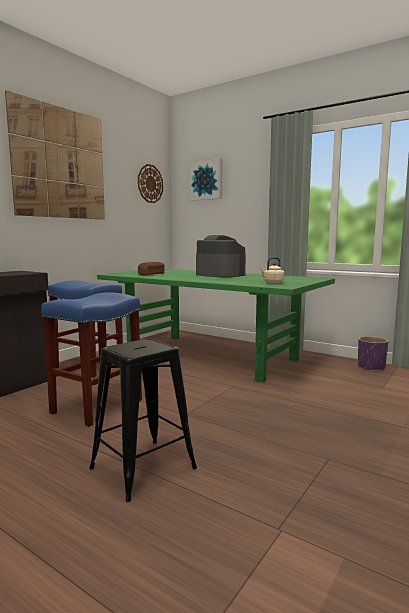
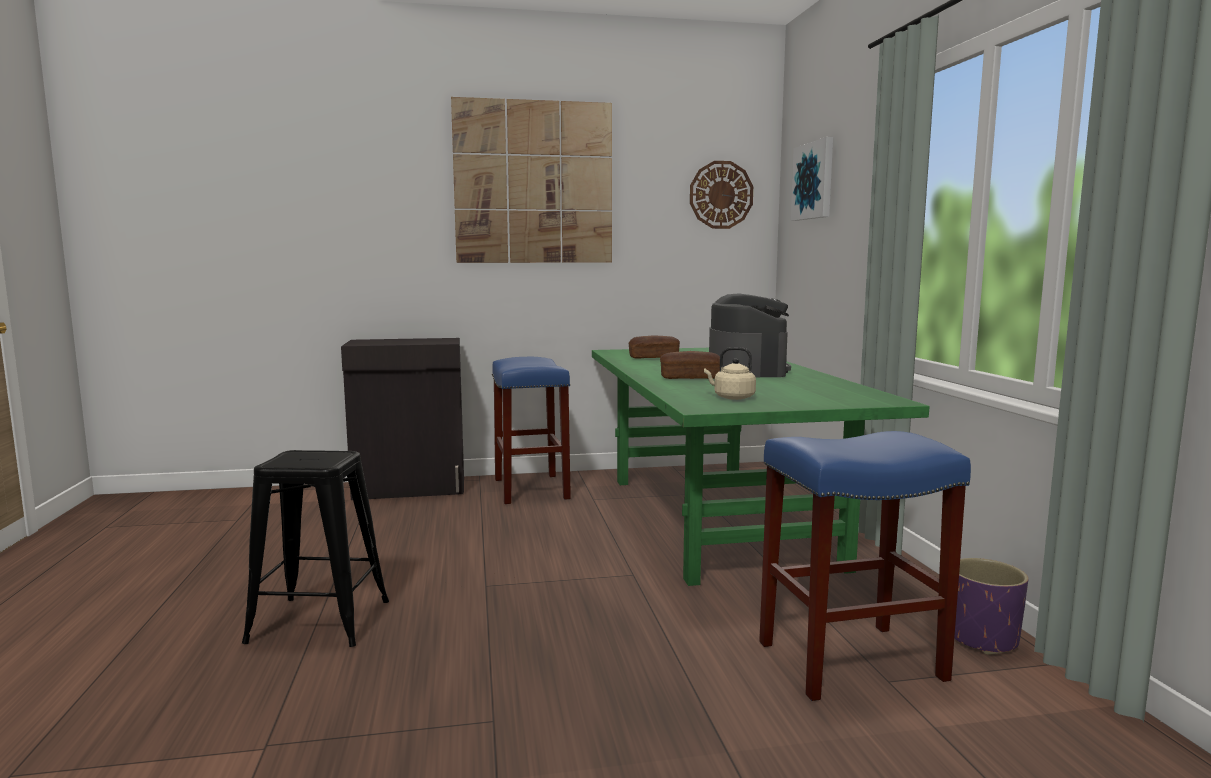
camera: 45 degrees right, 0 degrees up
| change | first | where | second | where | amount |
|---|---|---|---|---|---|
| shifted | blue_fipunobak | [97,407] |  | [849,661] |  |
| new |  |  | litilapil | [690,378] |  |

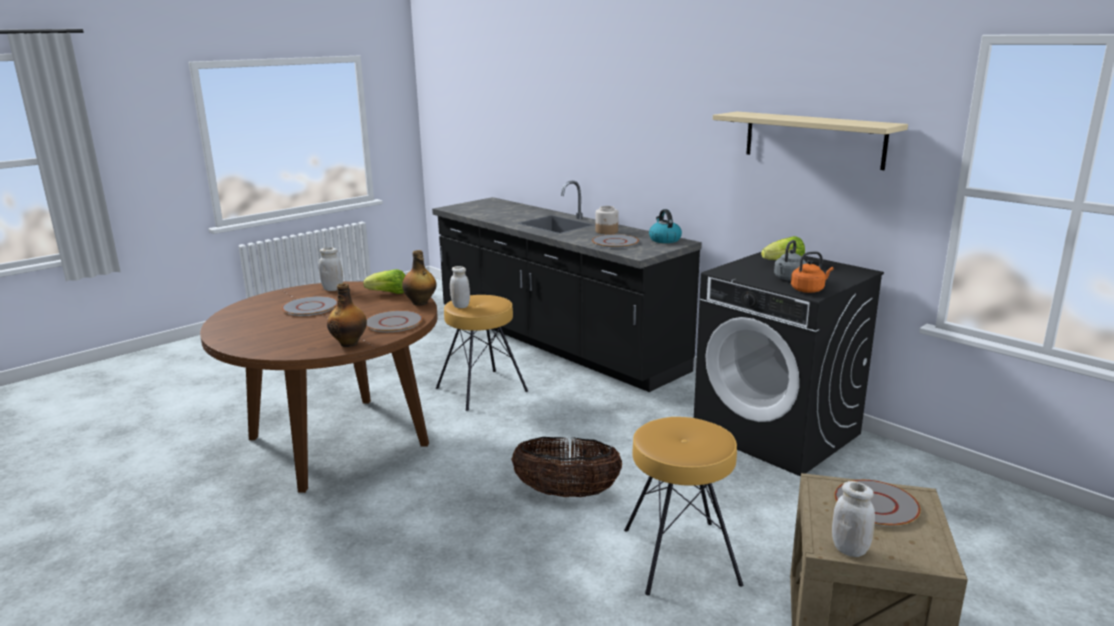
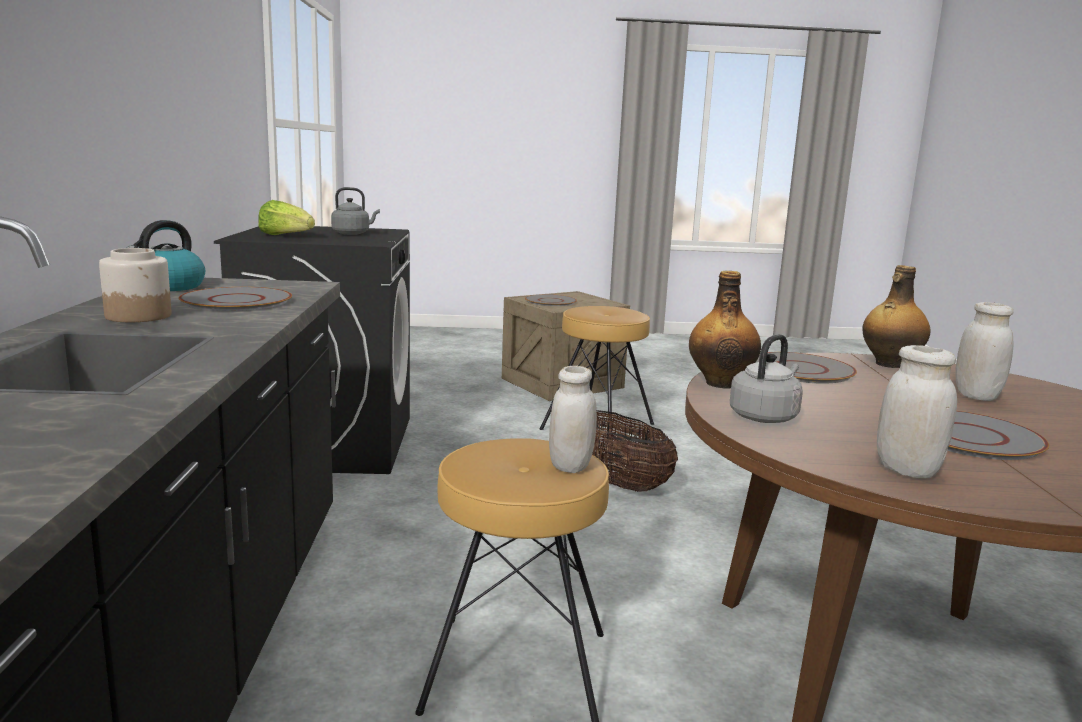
camera: 140 degrees left, 5 degrees down
| change | first | where | second | where | amount |
|---|---|---|---|---|---|
| swapped | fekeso | [389,293] | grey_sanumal | [765,416] |  |
| gone | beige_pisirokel | [813,139] |  |  |  |
| gone | orange_sanumal | [809,290] |  |  |  |
| shifted | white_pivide | [849,549] |  | [976,396] |  |

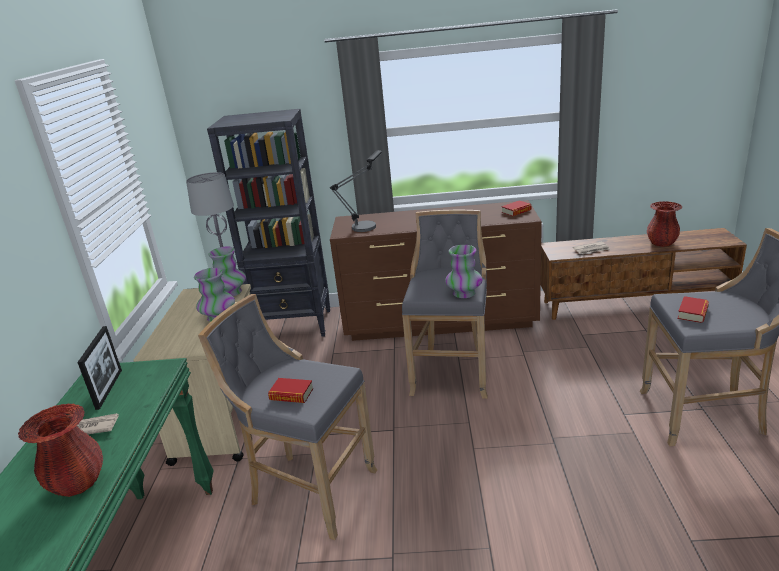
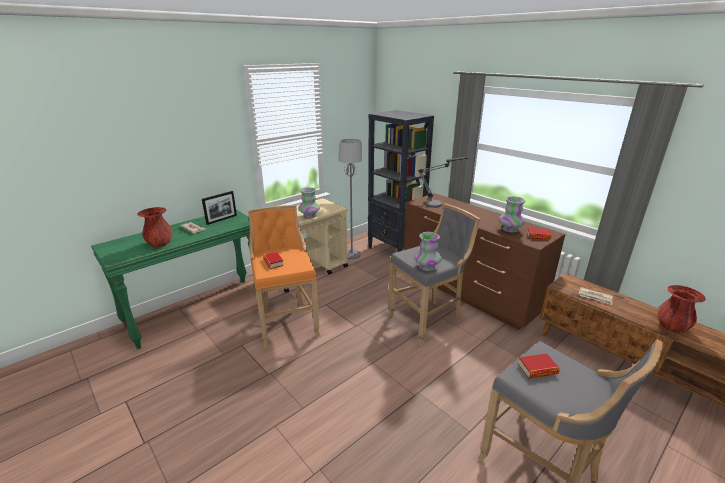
camera: 45 degrees right, 0 degrees up
| change | first | where | second | where | amount |
|---|---|---|---|---|---|
| repainted | grey_fipunobak | [309,489] | orange_fipunobak | [287,323] |  |
| shifted | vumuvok | [231,292] |  | [510,229] |  |

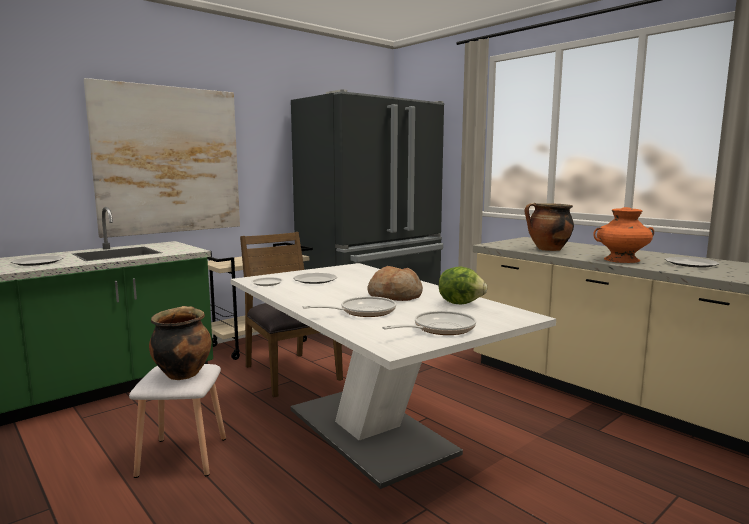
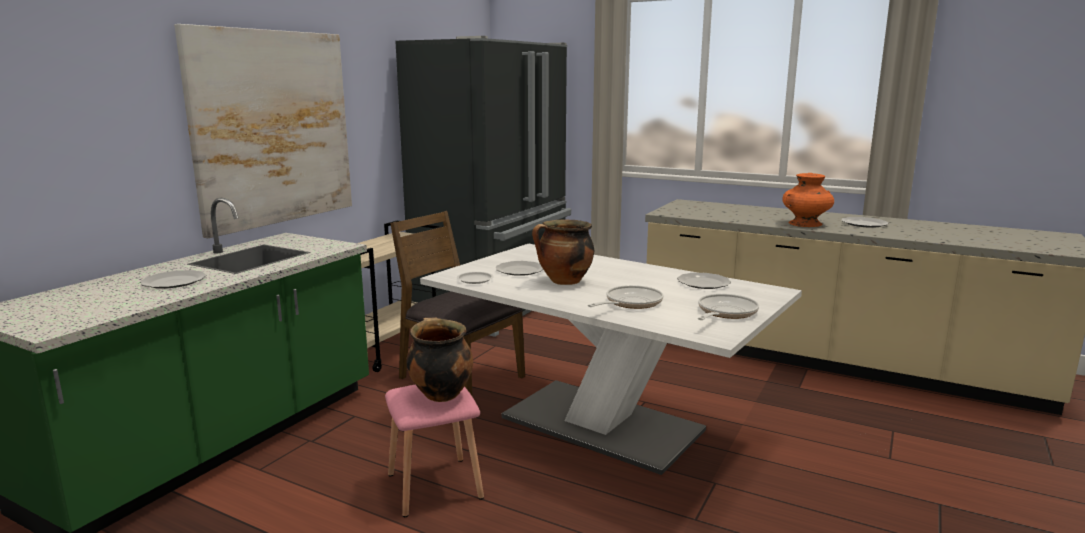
camera: 20 degrees left, 5 degrees up
| change | first | where | second | where | amount |
|---|---|---|---|---|---|
| repainted | white_fipunobak | [184,456] | pink_fipunobak | [436,485] |  |
| gone | litilapil | [395,296] |  |  |  |
| swapped | fekeso | [460,303] | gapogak | [702,283] |  |
| shifted | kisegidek | [548,249] |  | [564,282] |  |

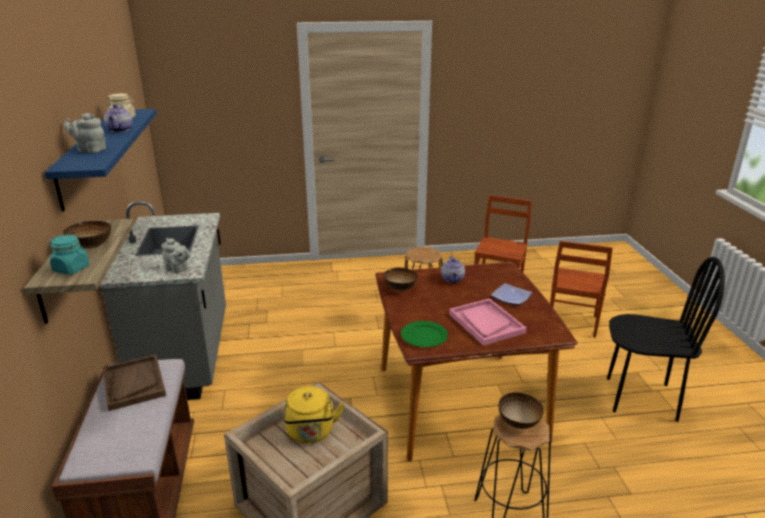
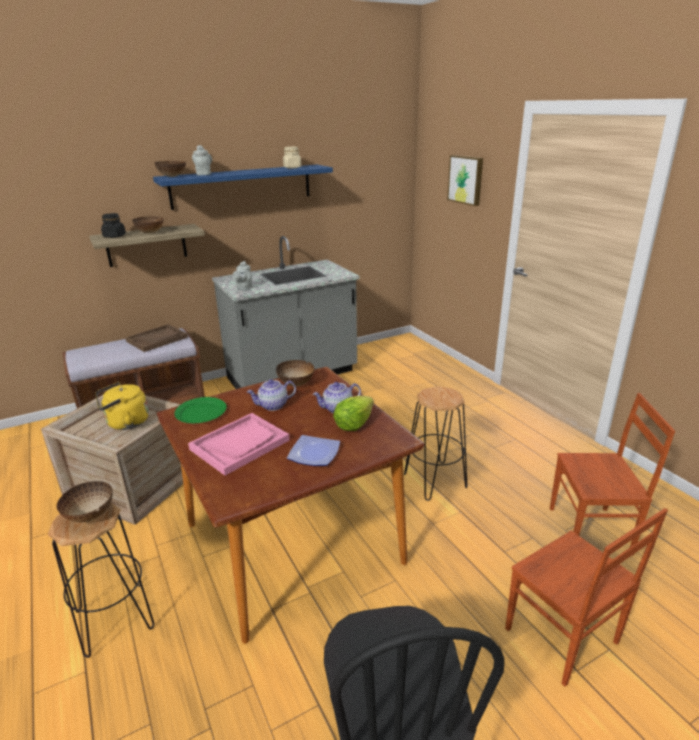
camera: 70 degrees right, 0 degrees up
| change | first | where | second | where | amount |
|---|---|---|---|---|---|
| repainted | turquoise_pivide | [72,269] | black_pivide | [114,236] |  |
| shifted | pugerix | [120,130] |  | [273,406] |  |
| rotated | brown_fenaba | [571,323] |  | [561,638] | 120 degrees counterclockwise |
| new |  |  | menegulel | [172,176] |  |
| new |  |  | fekeso | [353,424] |  |
| new |  |  | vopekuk | [466,179] |  |

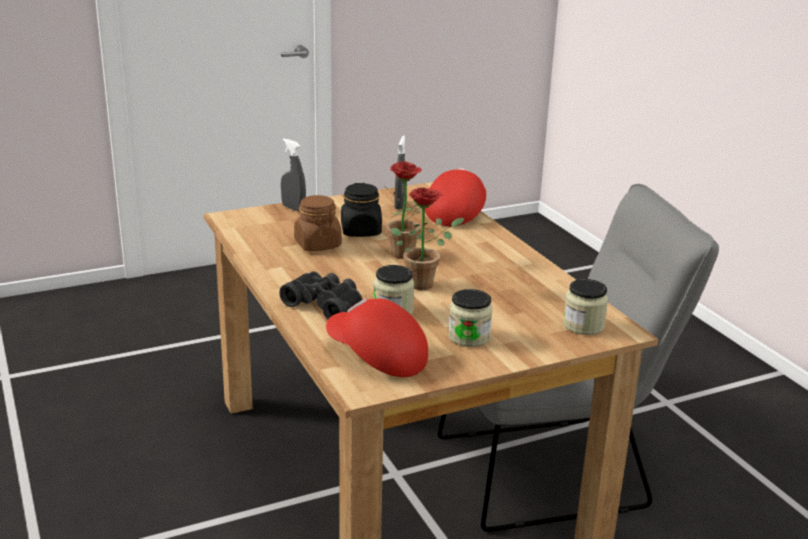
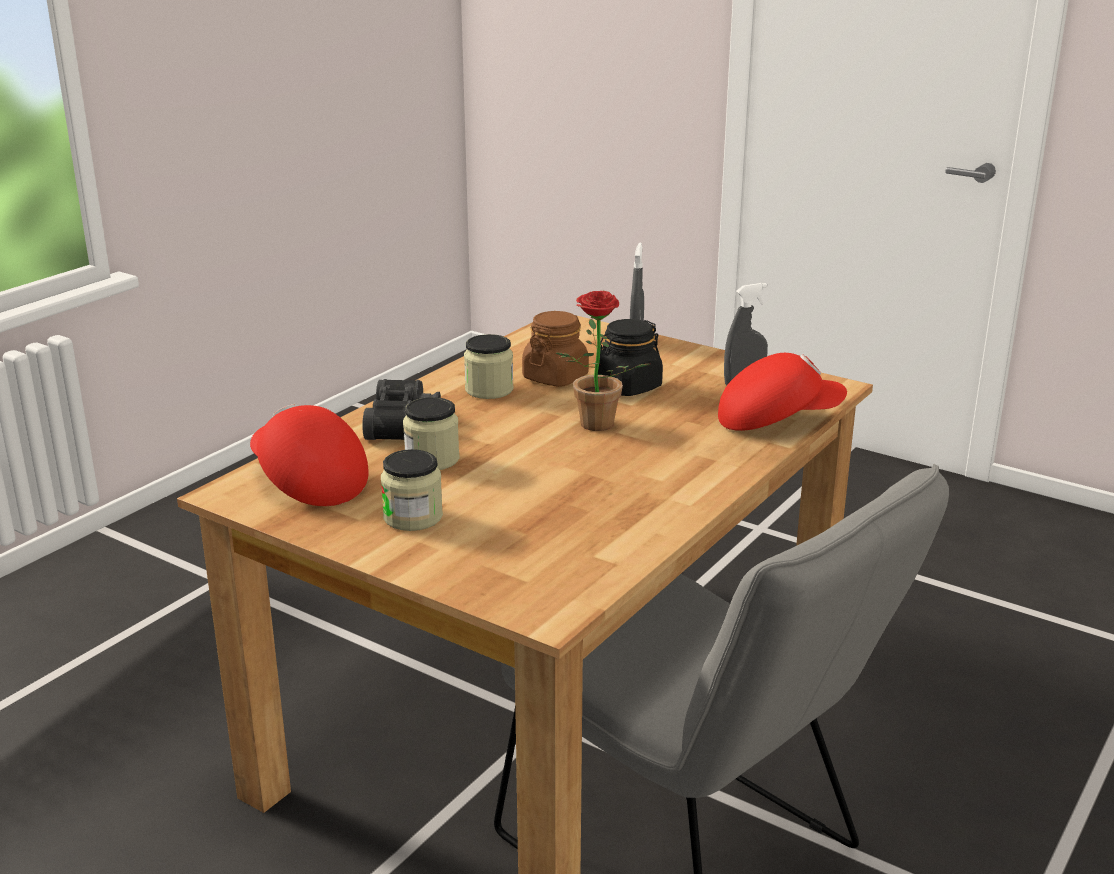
camera: 60 degrees right, 0 degrees up
| change | first | where | second | where | amount |
|---|---|---|---|---|---|
| rotated | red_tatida | [376,357] |  | [307,481] | 45 degrees counterclockwise |
| gone | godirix | [425,283] |  |  |  |
| shifted | pivide | [583,325] |  | [489,390] |  |

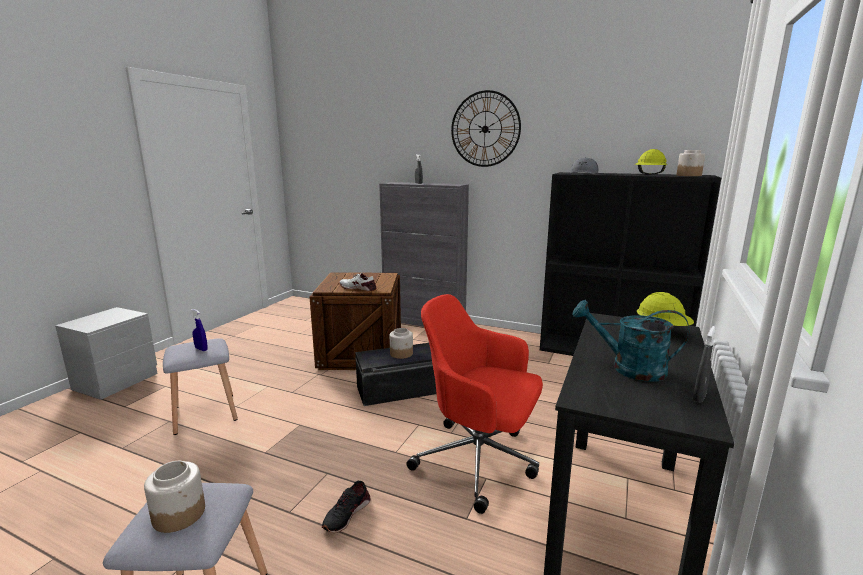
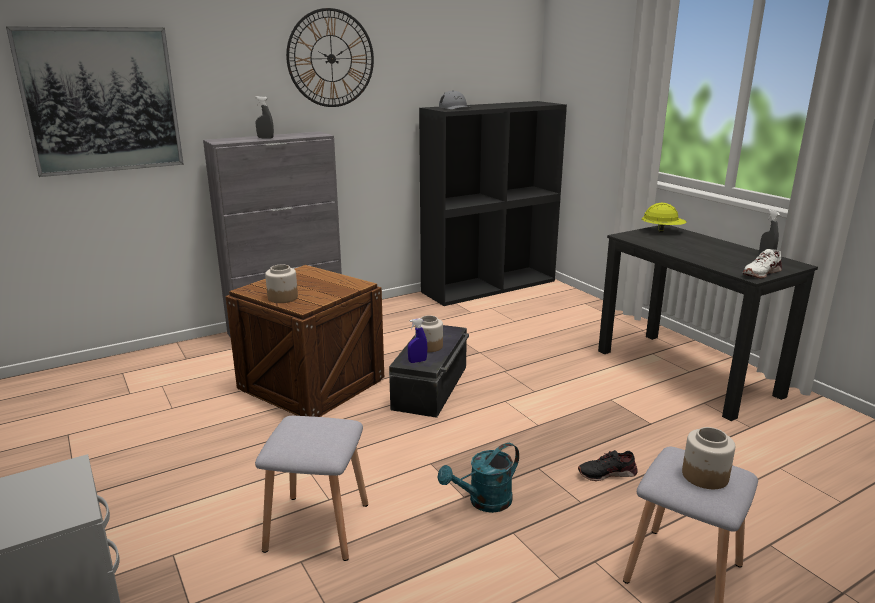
camera: 55 degrees left, 5 degrees up
| change | first | where | second | where | amount |
|---|---|---|---|---|---|
| shifted | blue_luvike | [201,349] |  | [417,361] |  |
| rotated | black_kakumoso | [346,514] |  | [607,473] | 105 degrees clockwise |
| shifted | white_kakumoso | [358,288] |  | [761,273] |  |
| gone | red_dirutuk | [479,461] |  |  |  |
| shifted | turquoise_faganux | [628,368] |  | [483,502] |  |
| gone | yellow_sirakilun | [649,174] |  |  |  |
| shifted | pivide | [689,175] |  | [283,298] |  |
| new |  |  | vopekuk | [101,101] |  |

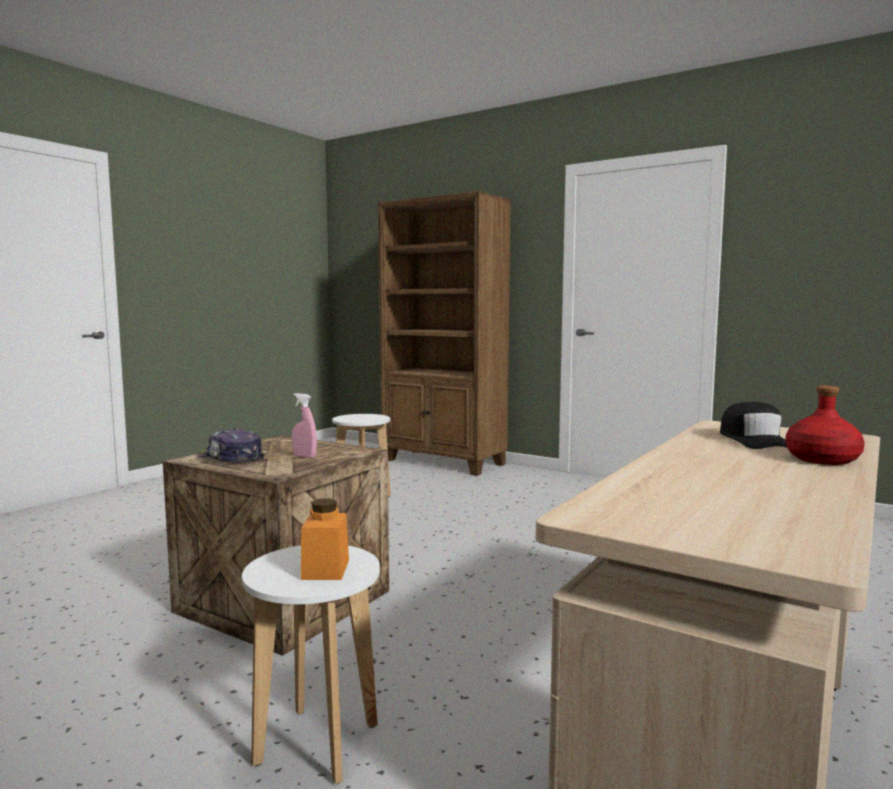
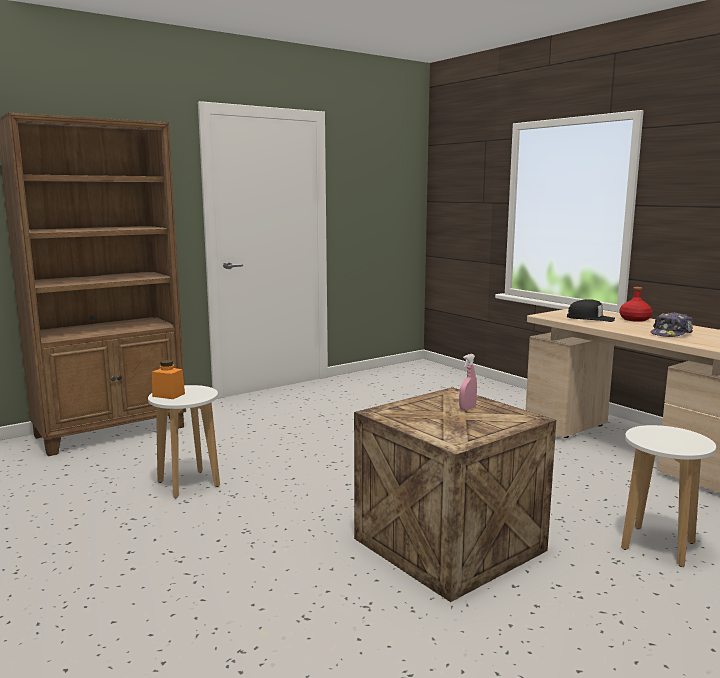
camera: 70 degrees left, 5 degrees up
| change | first | where | second | where | amount |
|---|---|---|---|---|---|
| shifted | tatida | [230,458] |  | [671,334] |  |
| shifted | orange_pivide | [325,569] |  | [168,395] |  |

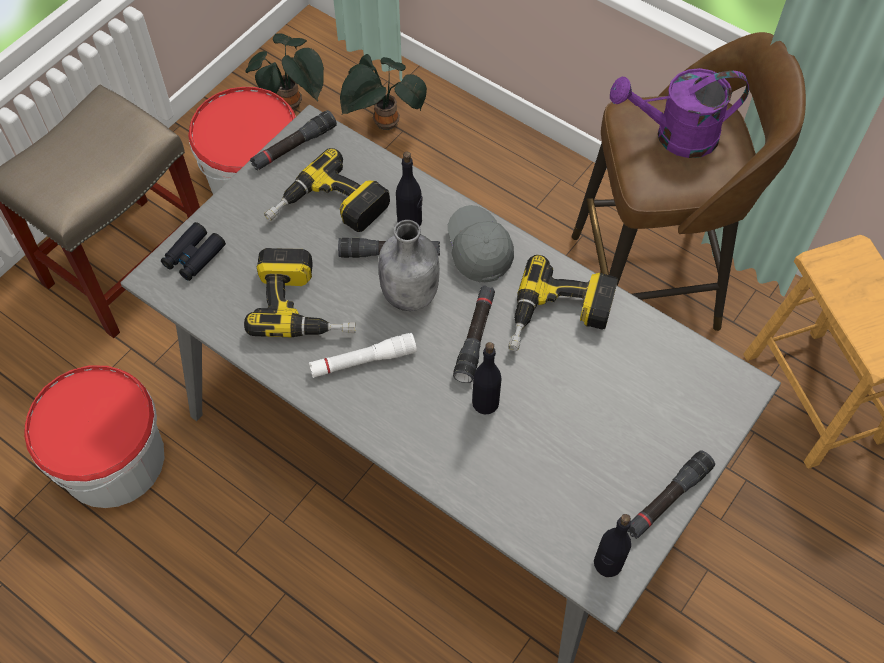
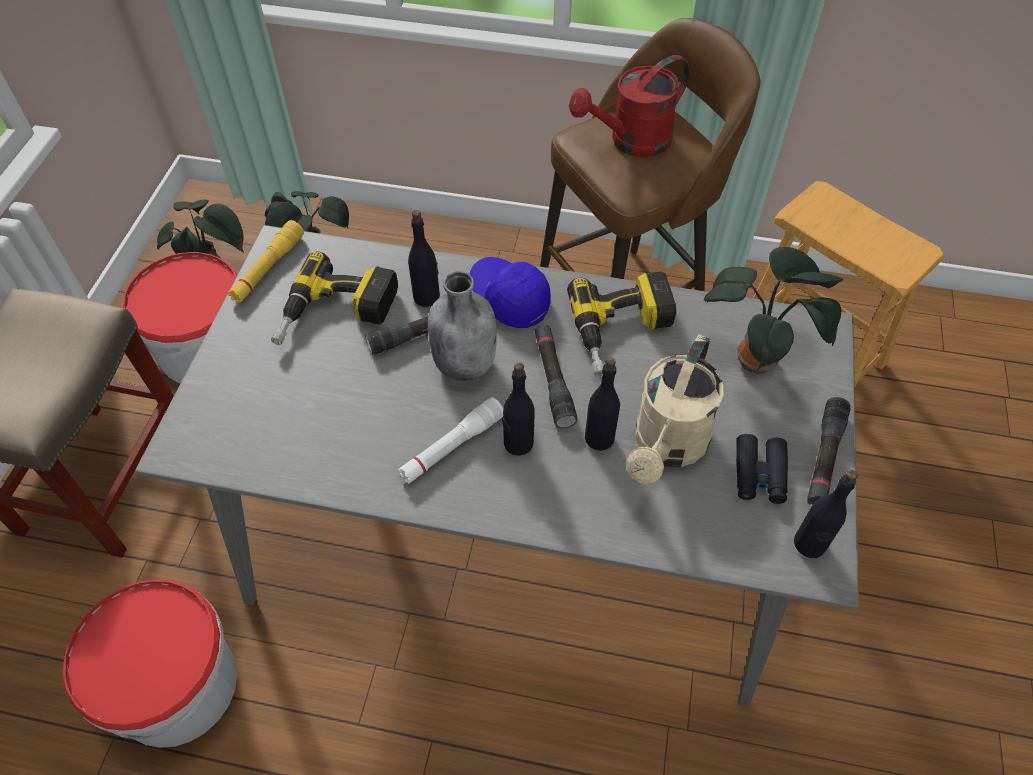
camera: 25 degrees left, 5 degrees down
| change | first | where | second | where | amount |
|---|---|---|---|---|---|
| shifted | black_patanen | [194,256] |  | [759,474] |  |
| gone | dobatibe | [304,304] |  |  |  |
| repainted | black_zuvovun | [294,147] | yellow_zuvovun | [268,268] |  |
| repainted | grey_tatida | [478,249] | blue_tatida | [509,298] |  |
| repainted | purple_faganux | [675,136] | red_faganux | [631,142] |  |
| new |  |  | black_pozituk | [518,443] |  |
| new |  |  | beige_faganux | [667,447] |  |
| new |  |  | godirix | [758,359] |  |

